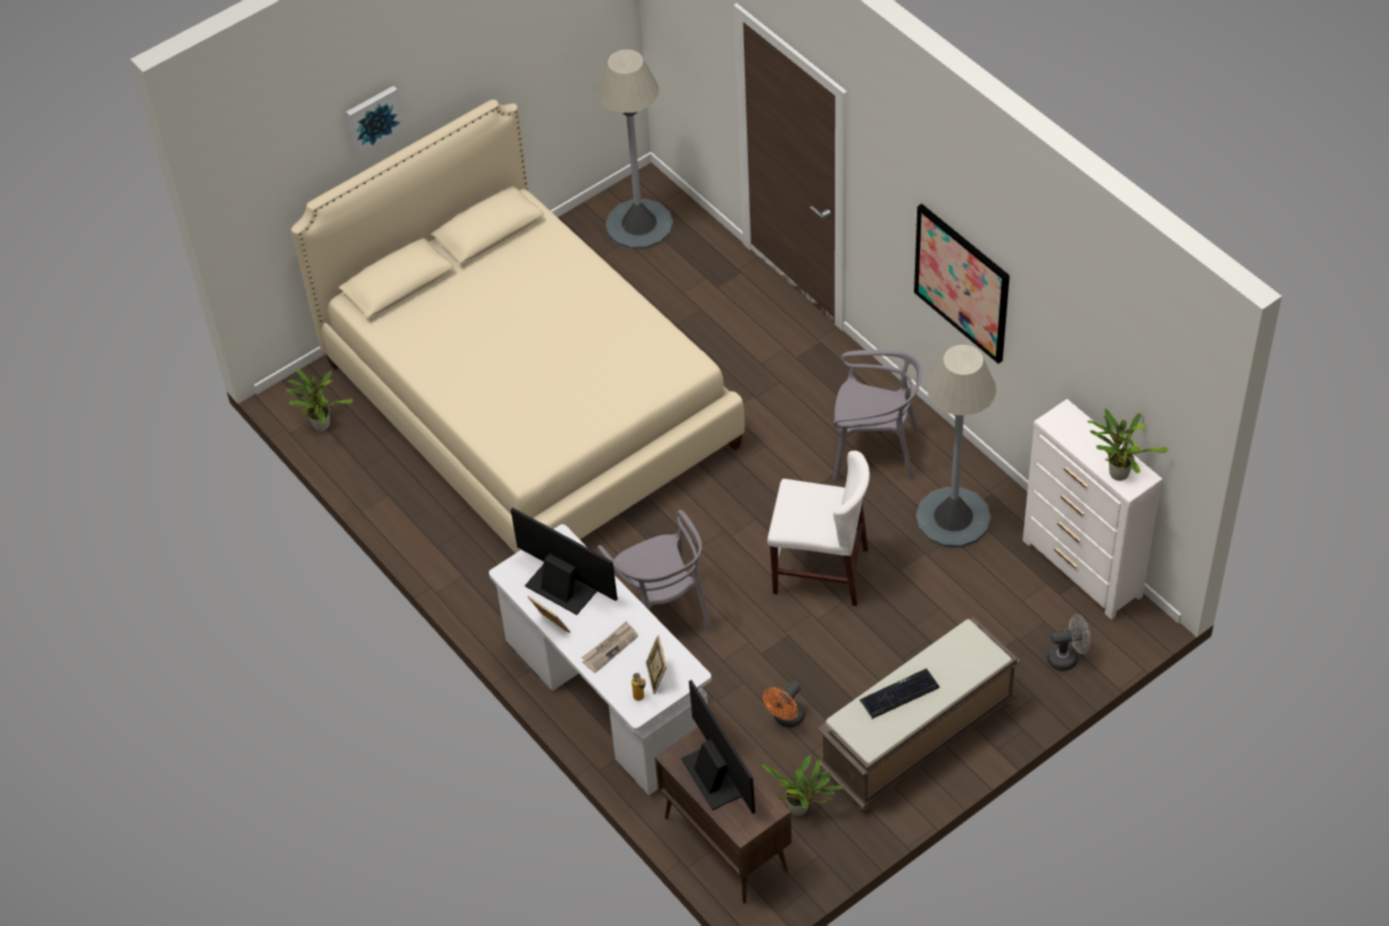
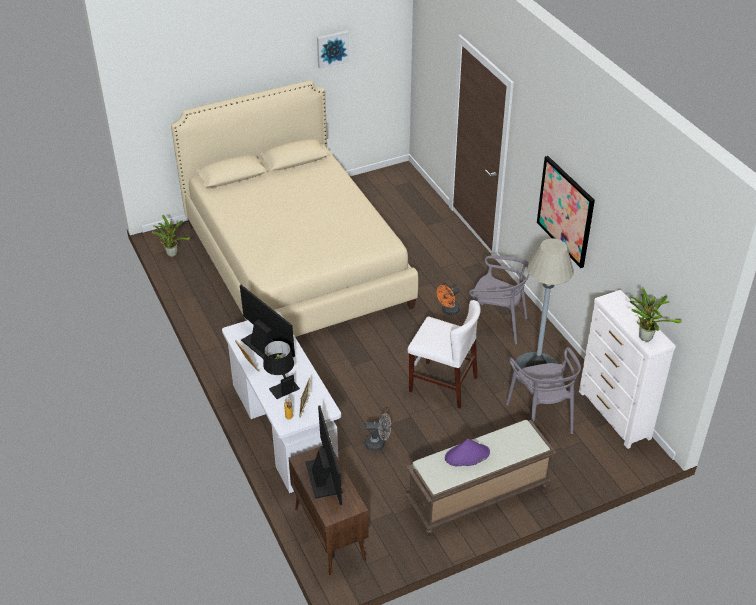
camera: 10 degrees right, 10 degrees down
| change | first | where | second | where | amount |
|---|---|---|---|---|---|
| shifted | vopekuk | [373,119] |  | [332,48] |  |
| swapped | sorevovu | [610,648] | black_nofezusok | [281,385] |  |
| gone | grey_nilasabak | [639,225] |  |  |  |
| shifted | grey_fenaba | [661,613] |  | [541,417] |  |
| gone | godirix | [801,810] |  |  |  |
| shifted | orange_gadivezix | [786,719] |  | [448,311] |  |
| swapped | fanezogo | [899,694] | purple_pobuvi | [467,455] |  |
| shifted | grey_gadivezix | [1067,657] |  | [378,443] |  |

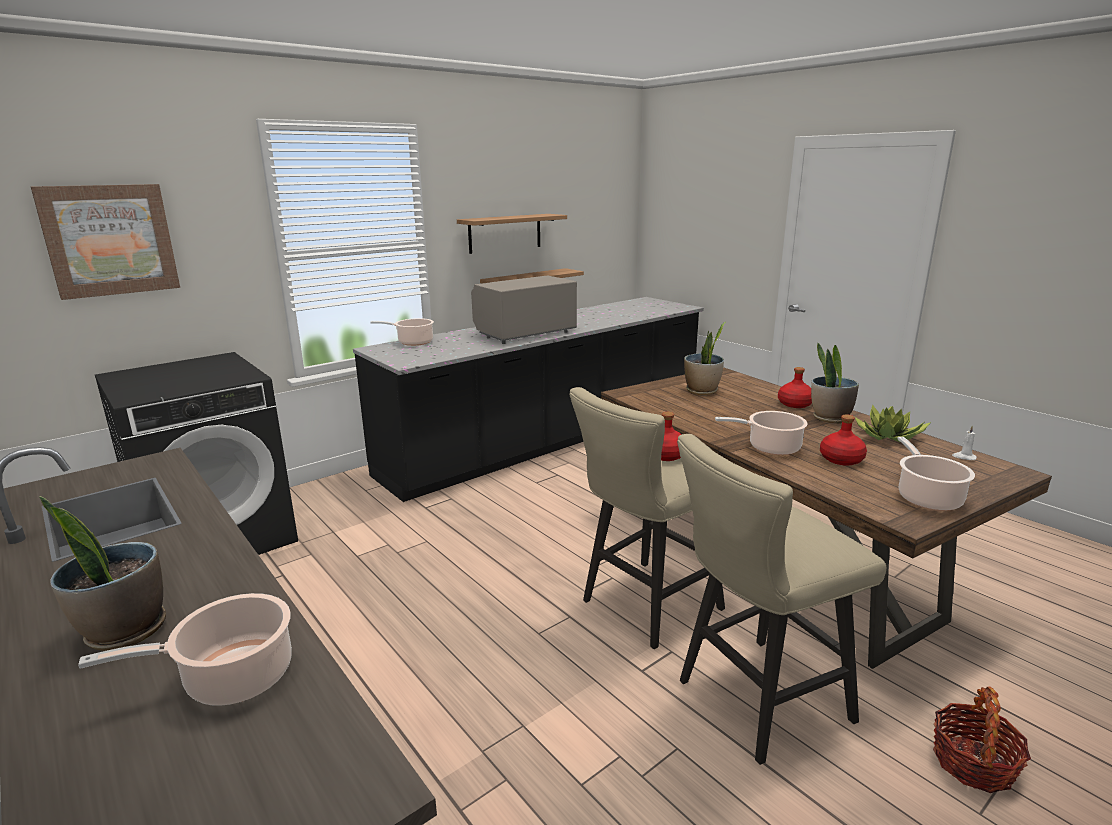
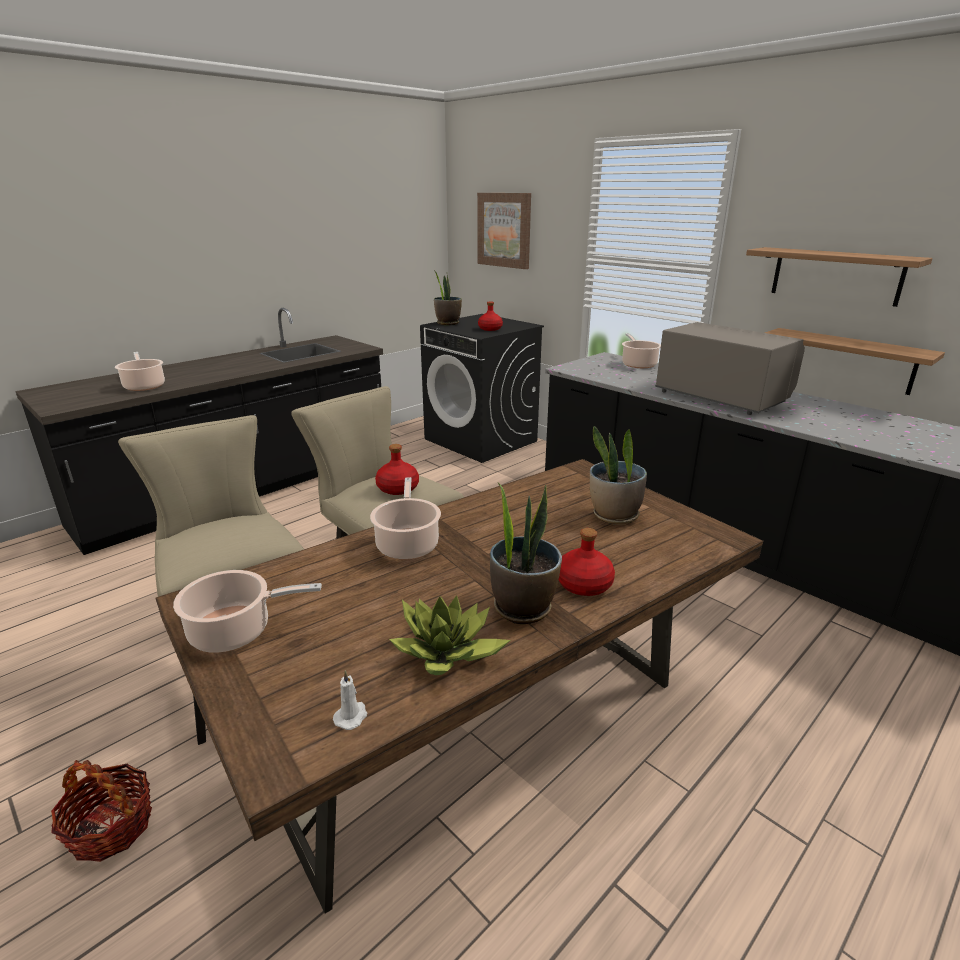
camera: 85 degrees right, 5 degrees up
| change | first | where | second | where | amount |
|---|---|---|---|---|---|
| shifted | godirix | [124,631] |  | [447,323] |  |
| shifted | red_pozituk | [841,459] |  | [490,329] |  |

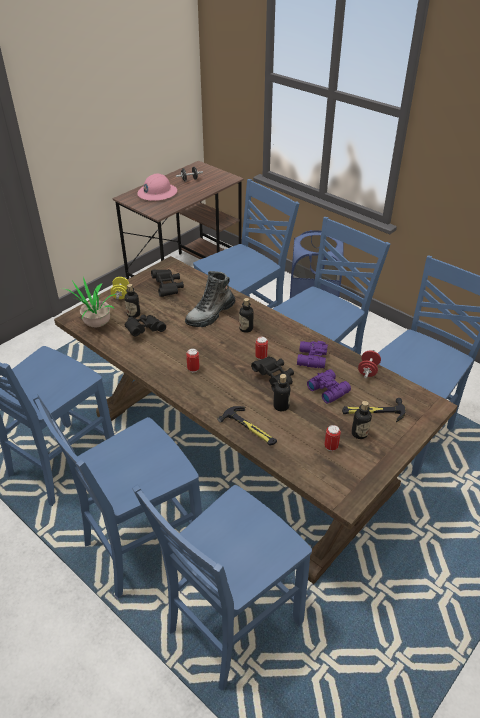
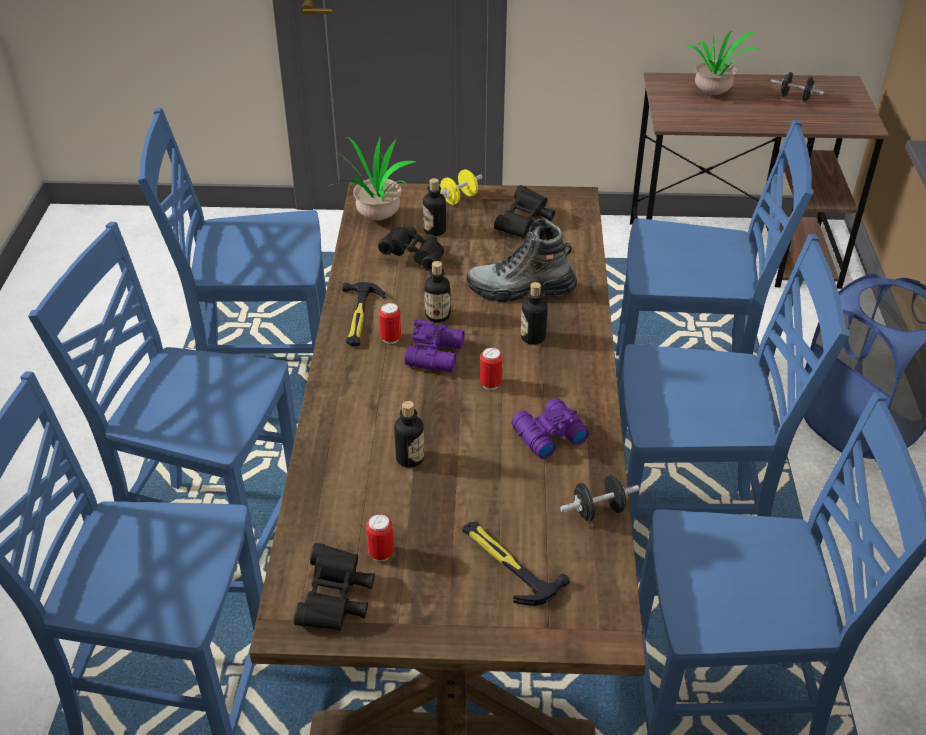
camera: 50 degrees right, 0 degrees up
| change | first | where | second | where | amount |
|---|---|---|---|---|---|
| swapped | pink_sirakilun | [157,193] | godirix | [715,94] |  |
| shifted | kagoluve | [250,428] |  | [359,317] |  |
| shifted | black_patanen | [274,378] |  | [336,600] |  |
| shifted | purple_patanen | [328,389] |  | [437,354] |  |
| shifted | pozituk | [359,433] |  | [437,315] |  |
| repainted | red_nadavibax | [368,370] | black_nadavibax | [598,511] |  |

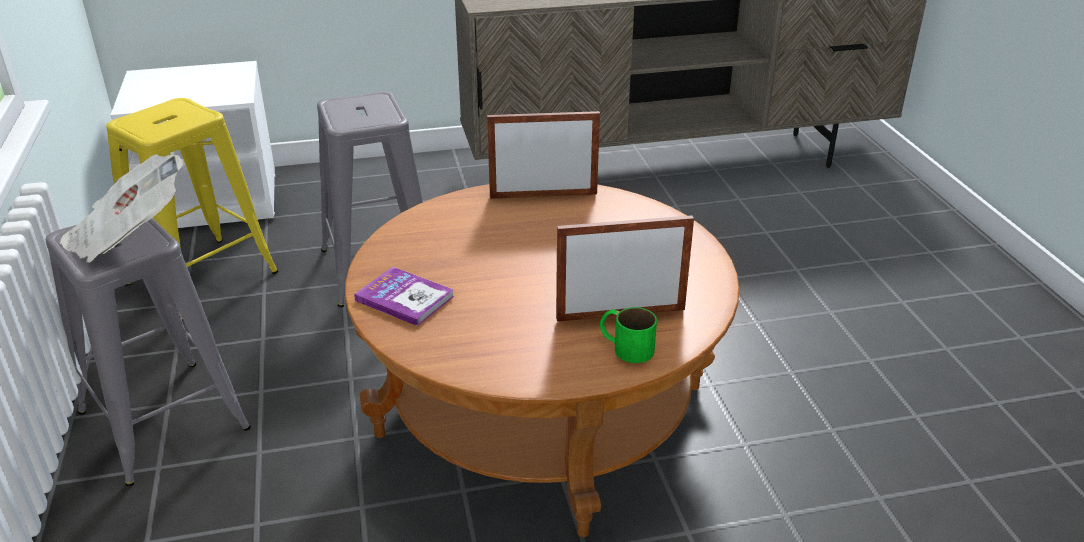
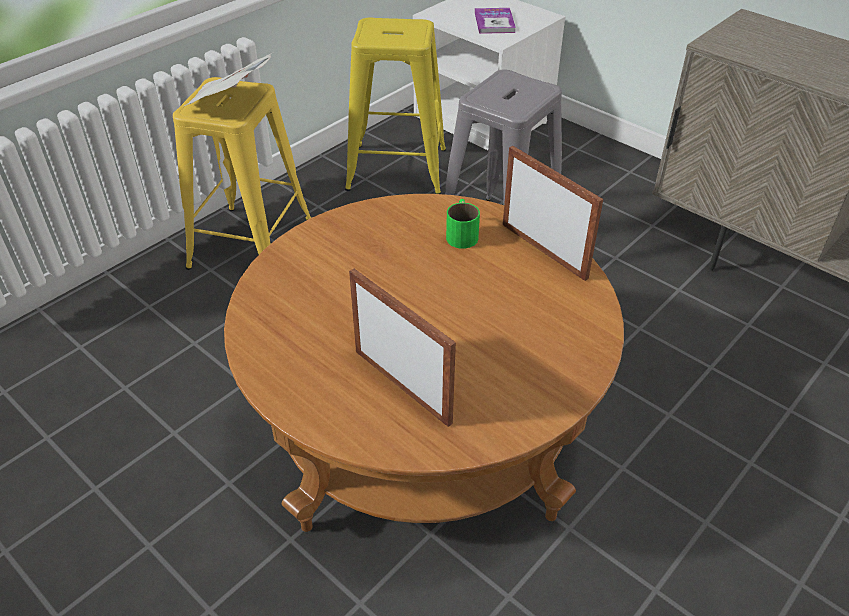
camera: 55 degrees right, 10 degrees up
| change | first | where | second | where | amount |
|---|---|---|---|---|---|
| repainted | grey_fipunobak | [163,420] | yellow_fipunobak | [251,244] |  |
| shifted | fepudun | [405,298] |  | [494,22] |  |
| shifted | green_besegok | [625,347] |  | [461,233] |  |

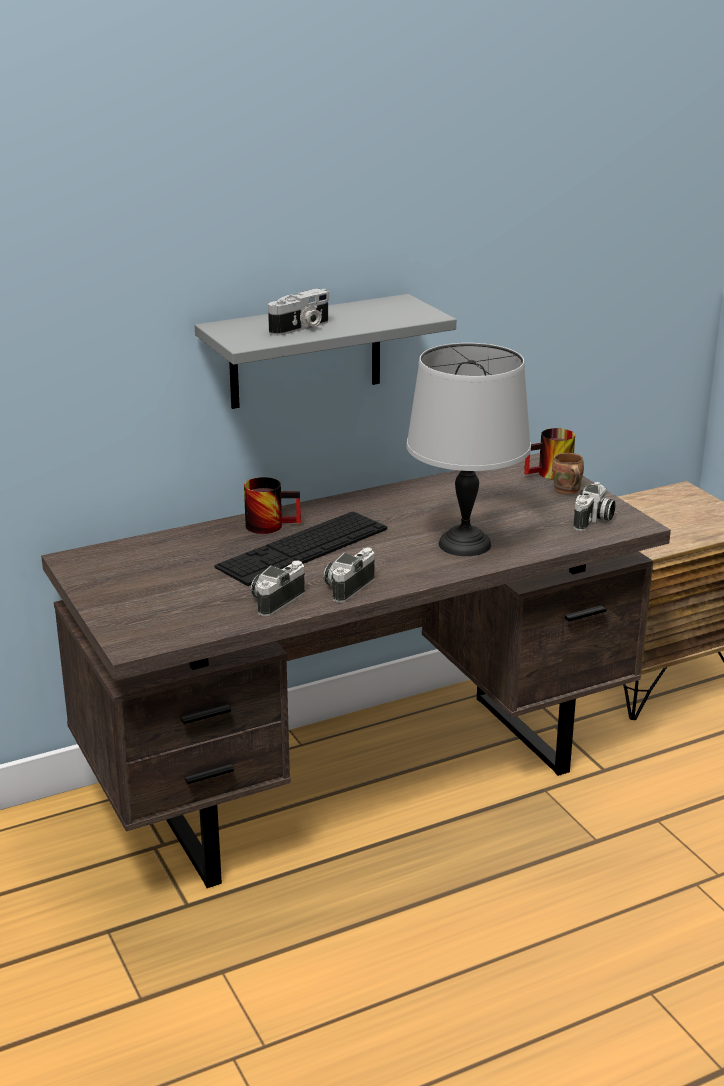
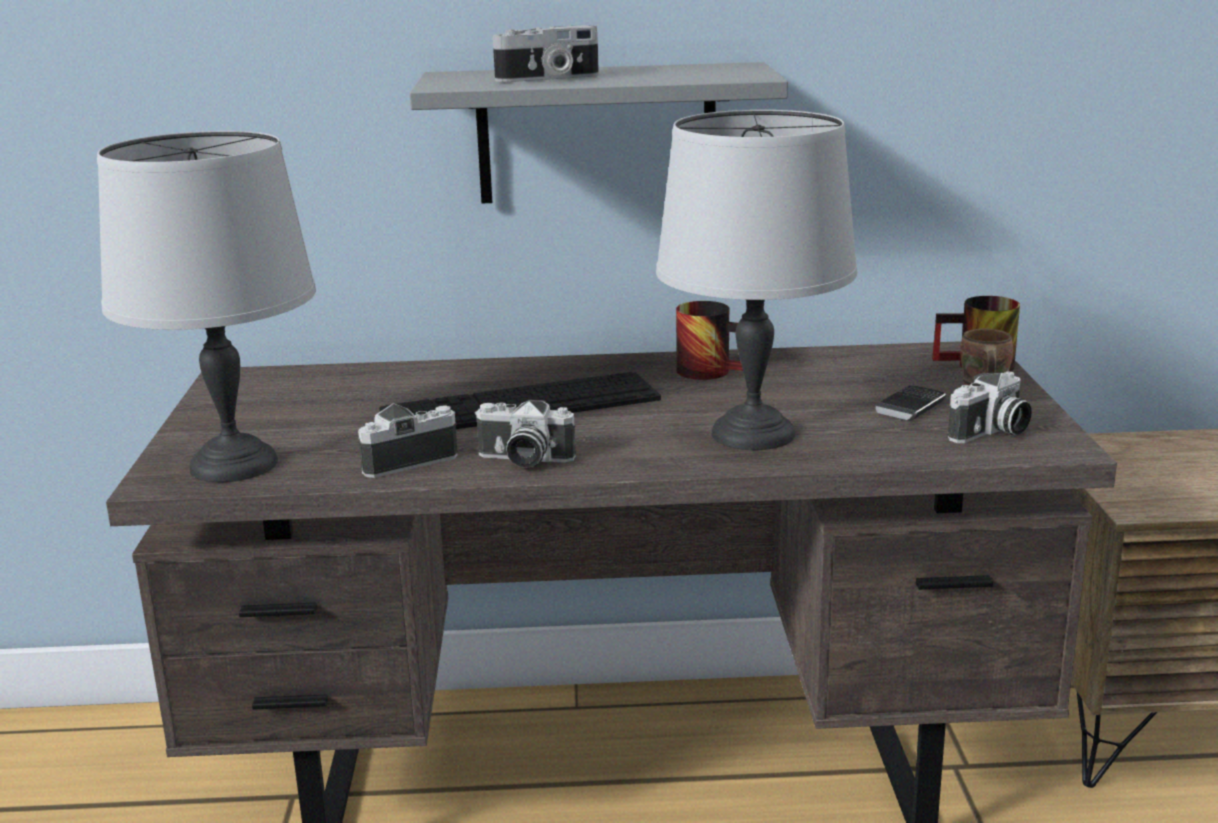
camera: 25 degrees right, 5 degrees down
| change | first | where | second | where | amount |
|---|---|---|---|---|---|
| shifted | besegok | [271,524] |  | [714,370] |  |
| rotated | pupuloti | [347,586] |  | [523,460] | 135 degrees counterclockwise |
| new |  |  | grey_nofezusok | [235,465] |  |
| new |  |  | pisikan | [910,407] |  |

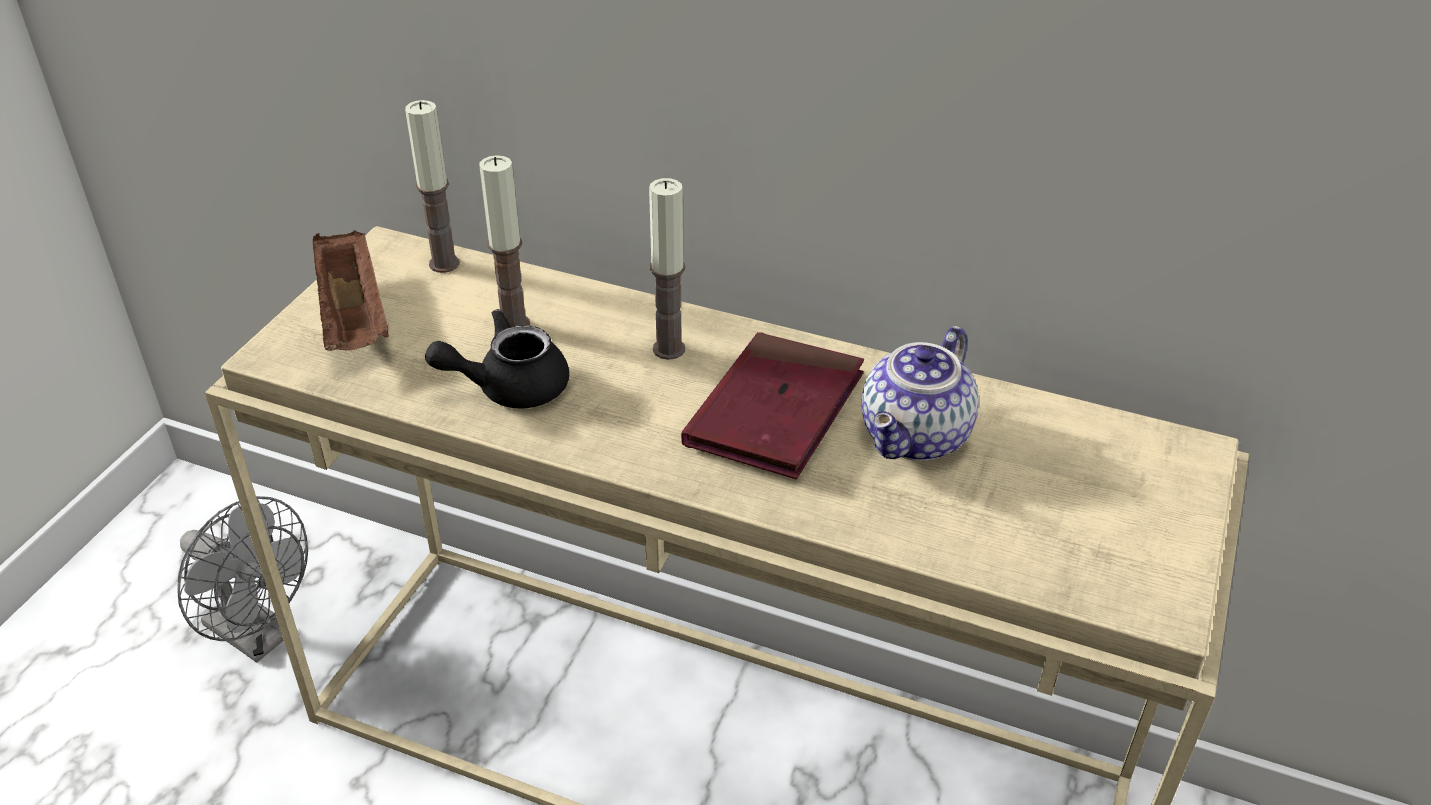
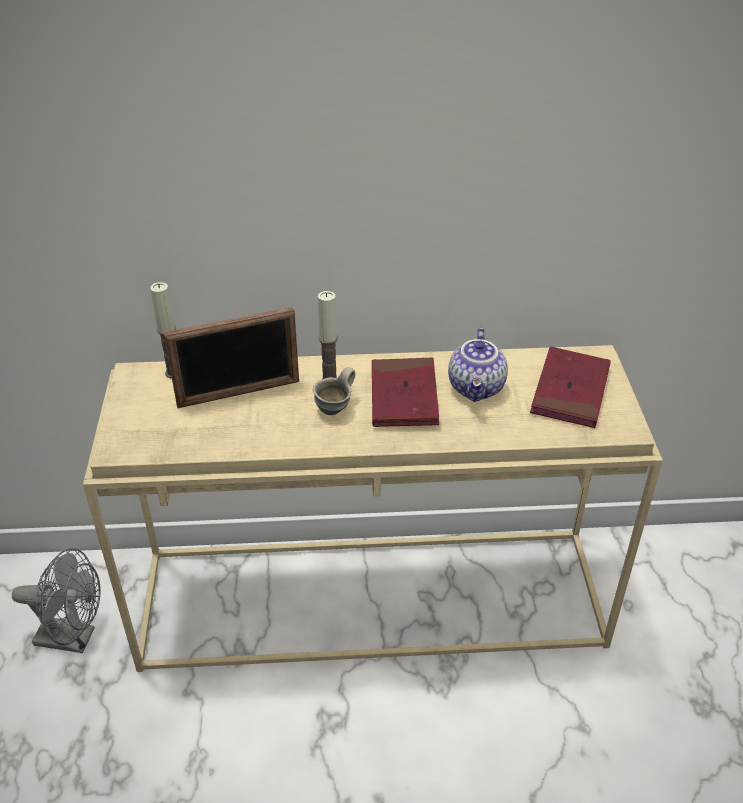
camera: 25 degrees left, 0 degrees up
| change | first | where | second | where | amount |
|---|---|---|---|---|---|
| gone | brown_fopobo | [354,318] |  |  |  |
| gone | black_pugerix | [509,386] |  |  |  |
| swapped | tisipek | [513,324] | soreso | [239,393] |  |
| new |  |  | grey_besegok | [336,409] |  |
| new |  |  | red_fepudun | [570,391] |  |

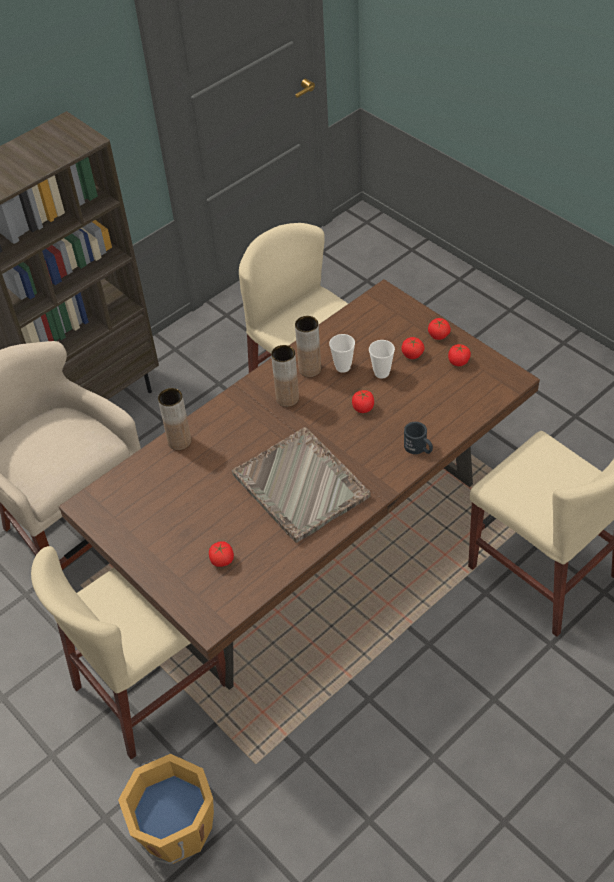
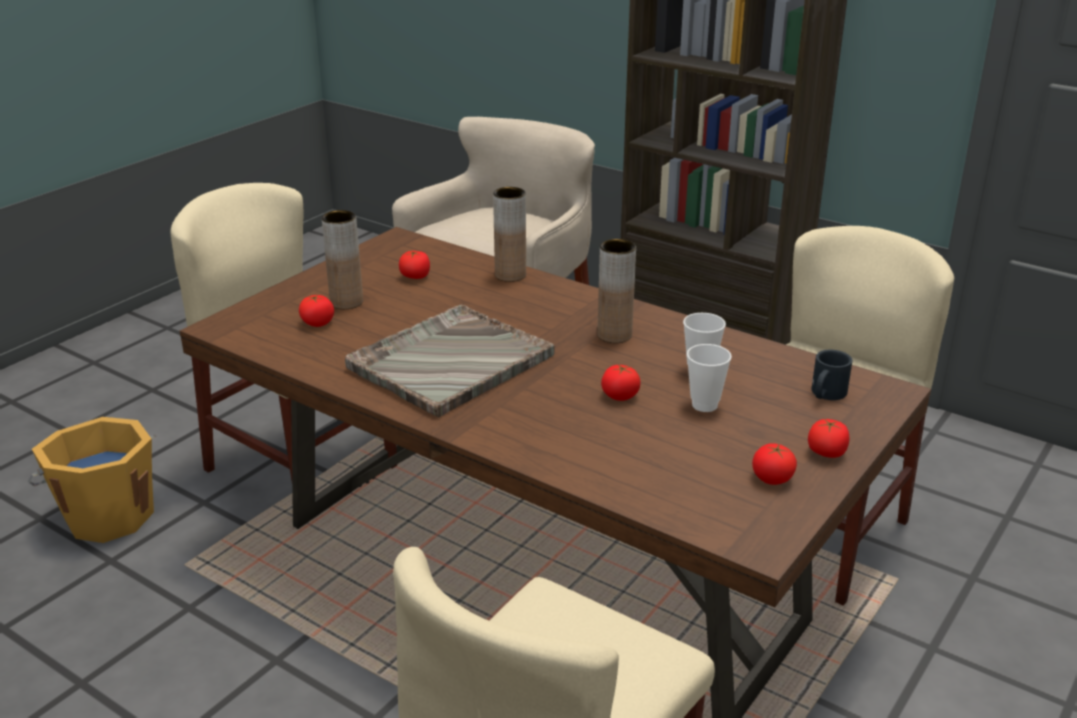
camera: 75 degrees right, 20 degrees down
| change | first | where | second | where | amount |
|---|---|---|---|---|---|
| shifted | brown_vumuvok | [310,369] |  | [346,302] |  |
| shifted | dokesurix | [412,354] |  | [415,276] |  |
| shifted | black_besegok | [419,448] |  | [826,394] |  |

